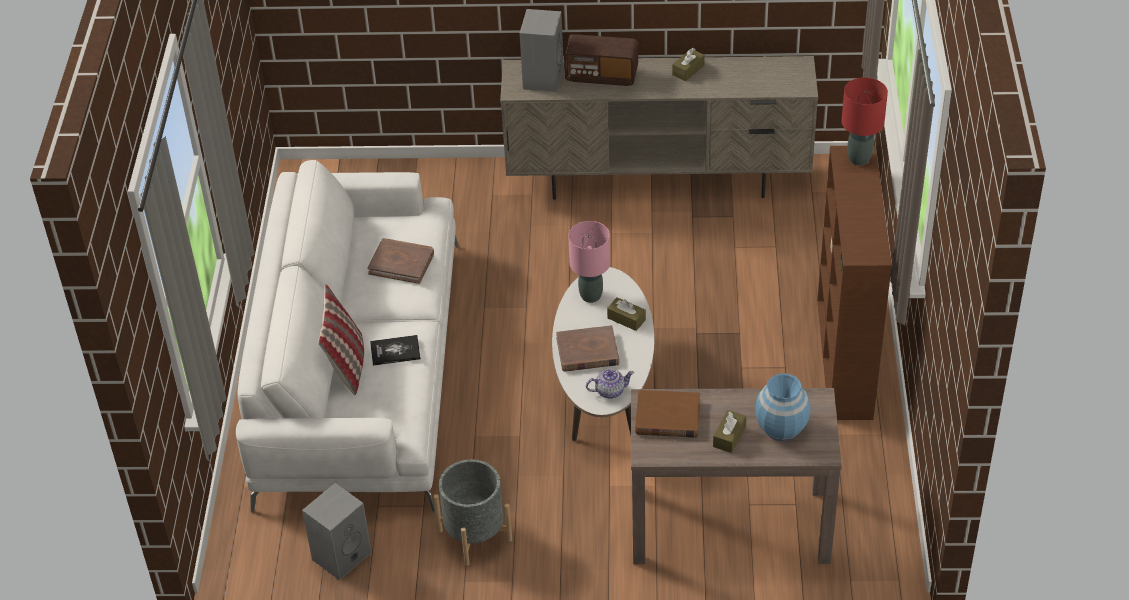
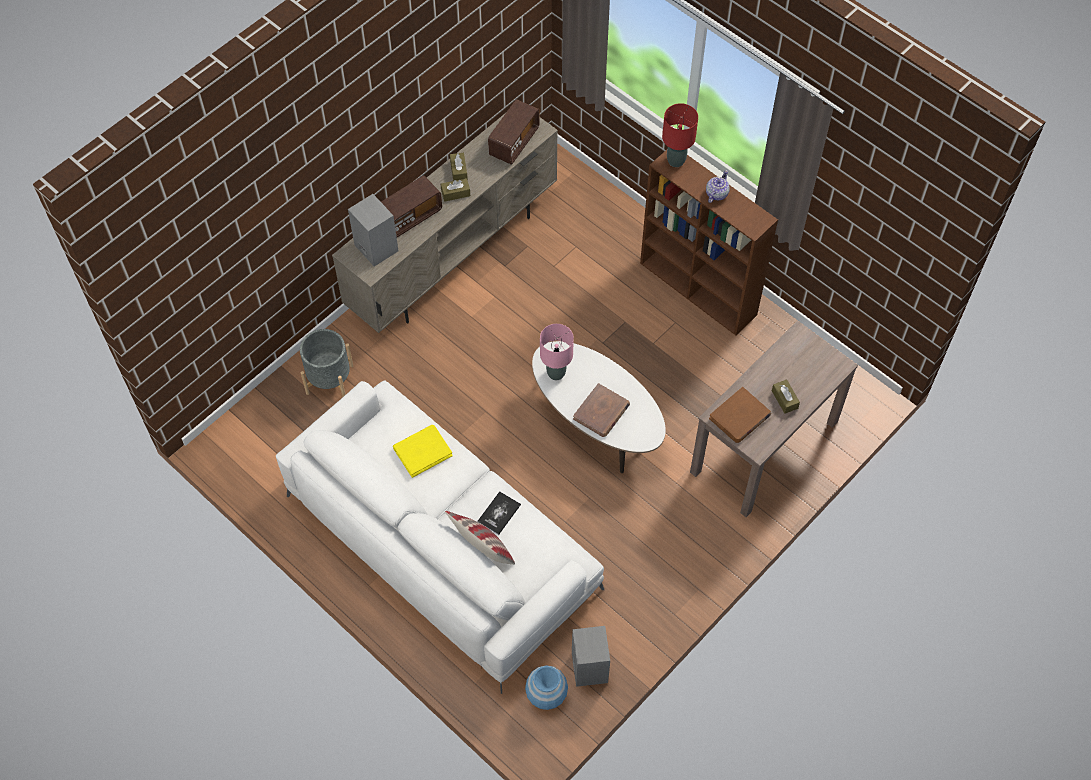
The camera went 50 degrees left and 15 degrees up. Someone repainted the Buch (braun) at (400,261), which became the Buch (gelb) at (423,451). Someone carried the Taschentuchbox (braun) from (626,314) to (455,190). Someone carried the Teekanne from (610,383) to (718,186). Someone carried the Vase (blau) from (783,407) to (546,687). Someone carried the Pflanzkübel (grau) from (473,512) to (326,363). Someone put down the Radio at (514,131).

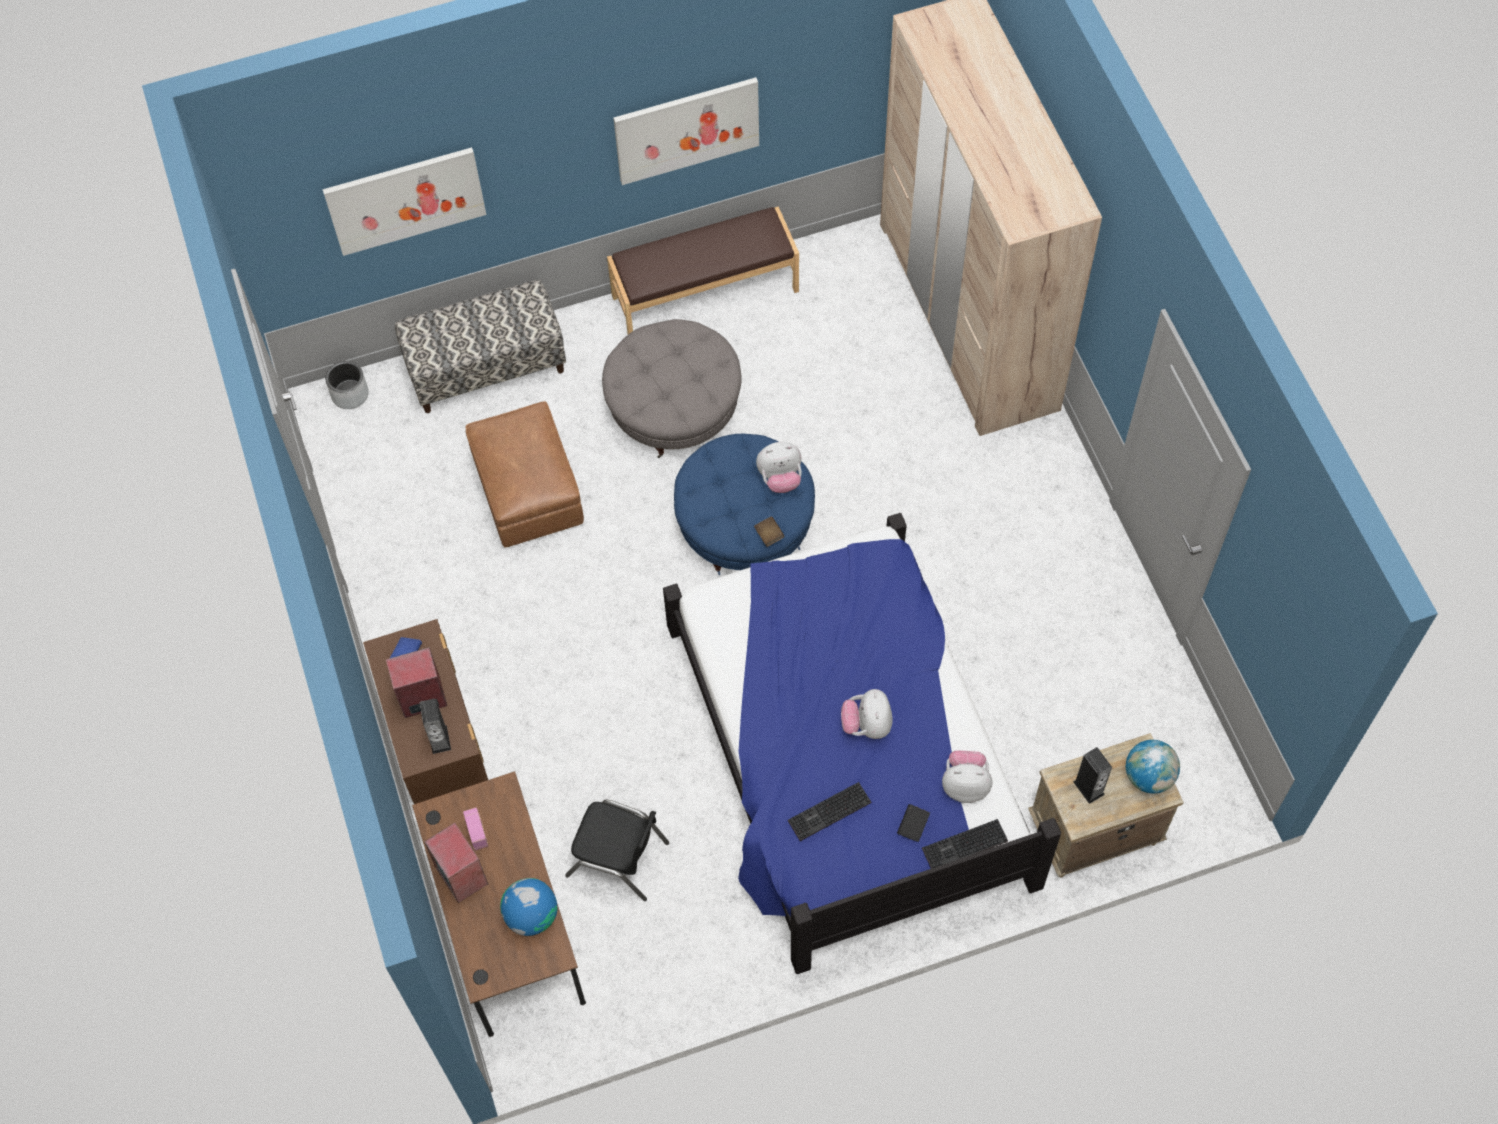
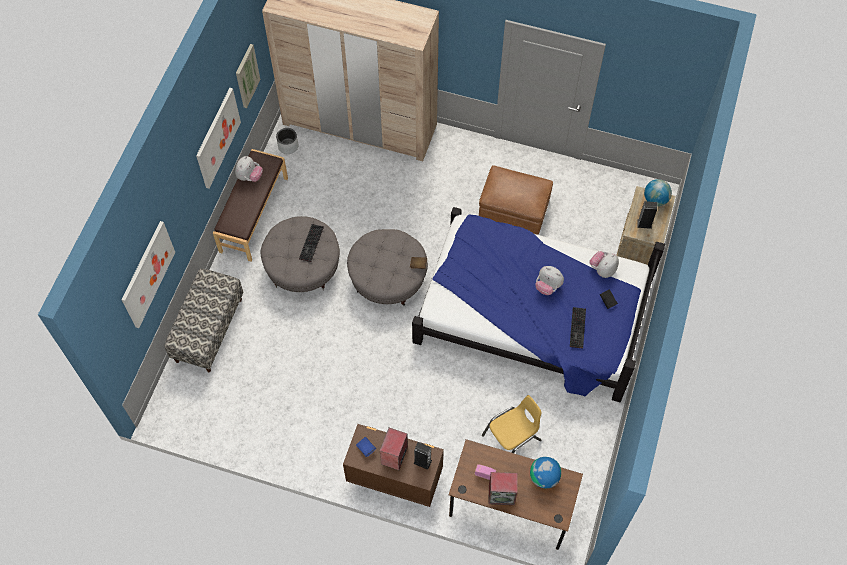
The camera went 55 degrees left and 0 degrees up. Someone carried the Pflanzkübel (grau) from (347,385) to (287,141). Someone carried the Polsterhocker (braun) from (525,474) to (516,199). Someone repainted the Polsterhocker (blau) at (744,504), which became the Polsterhocker (grau) at (387,267). Someone carried the Plüschtier from (779,467) to (249,169). Someone repainted the Stuhl (schwarz) at (617,850), which became the Stuhl (gelb) at (512,424). Someone carried the Tastatur from (965,844) to (311,243). Someone put up the Bild at (248,76).

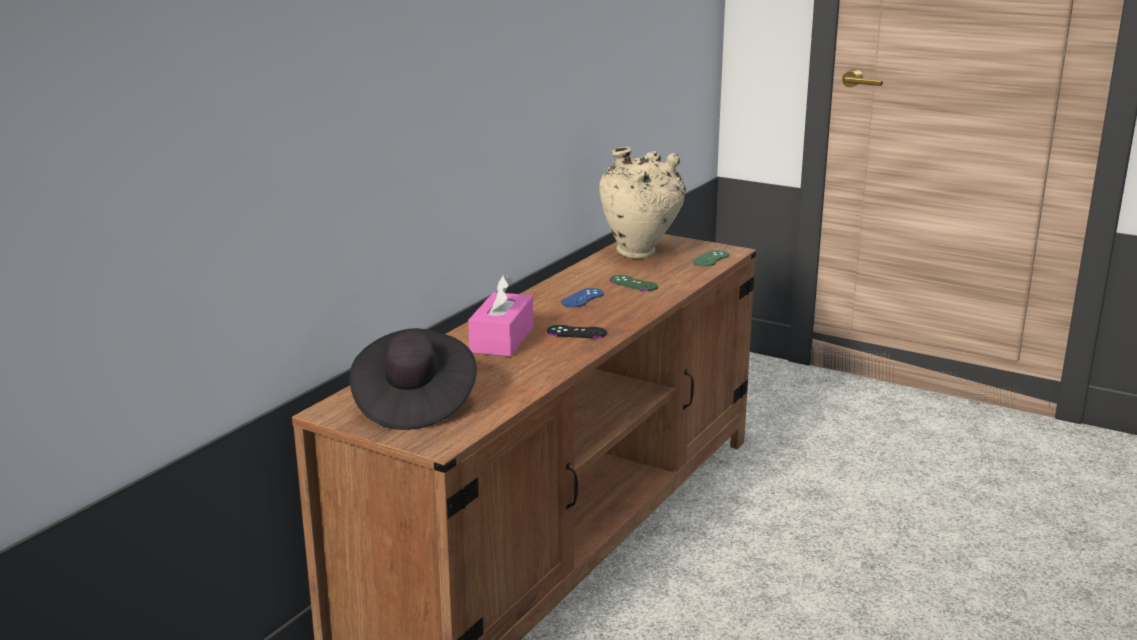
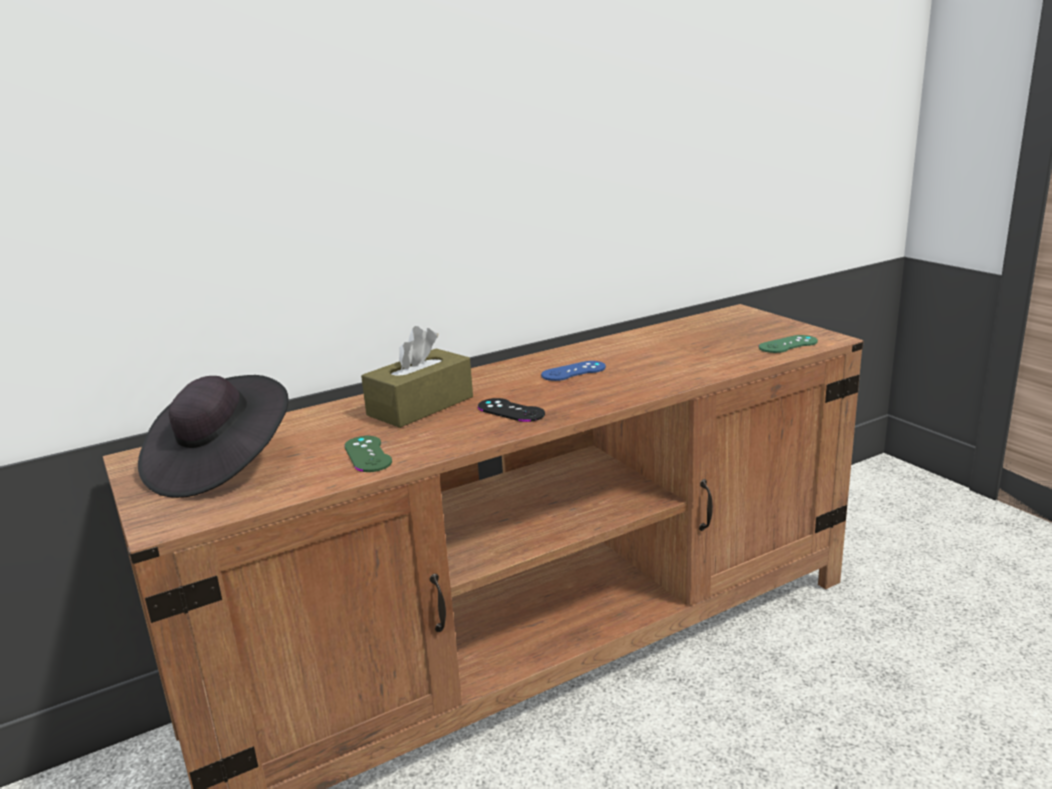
The camera went 30 degrees right and 0 degrees up. Someone took away the Vase (beige) at (642,203). Someone repainted the Taschentuchbox (rosa) at (500,316), which became the Taschentuchbox (braun) at (417,377). Someone carried the Gamepad (grün) from (634,283) to (368,454).

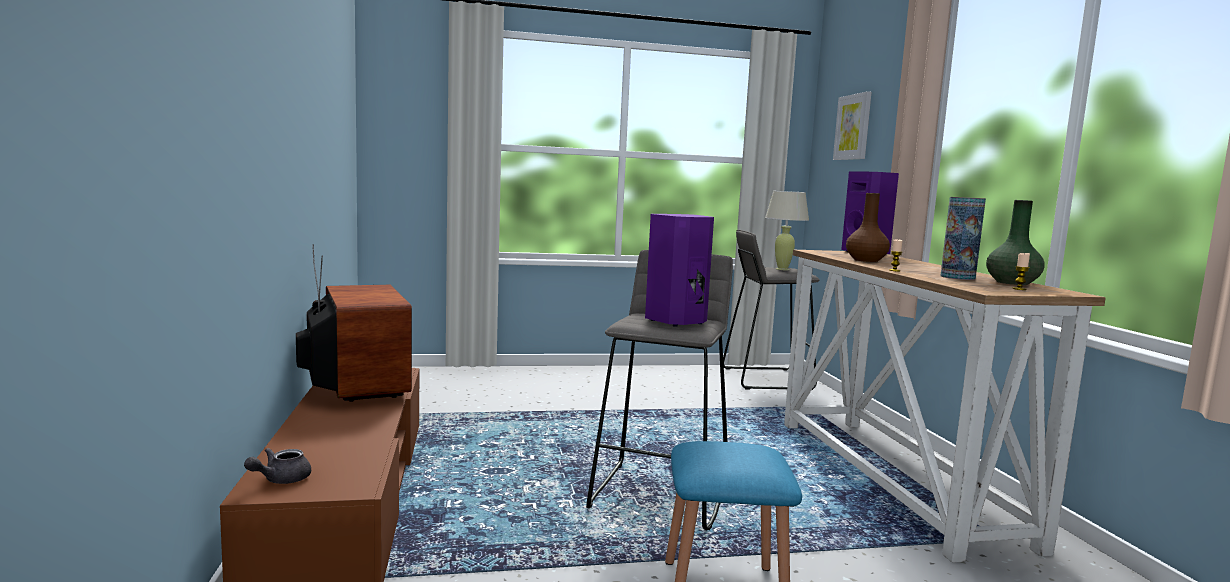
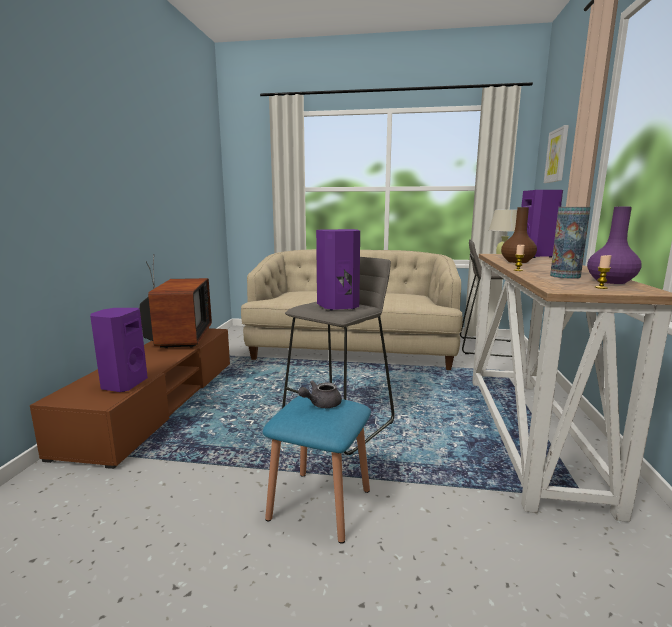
The camera went 20 degrees right and 5 degrees up. Someone repainted the Vase (grün) at (1015,242), which became the Vase (lila) at (614,245). Someone carried the Teekanne (grau) from (277,466) to (320,394). Someone put down the Sofa (beige) at (352,309). Someone put down the Lautsprecher (lila) at (119,350).

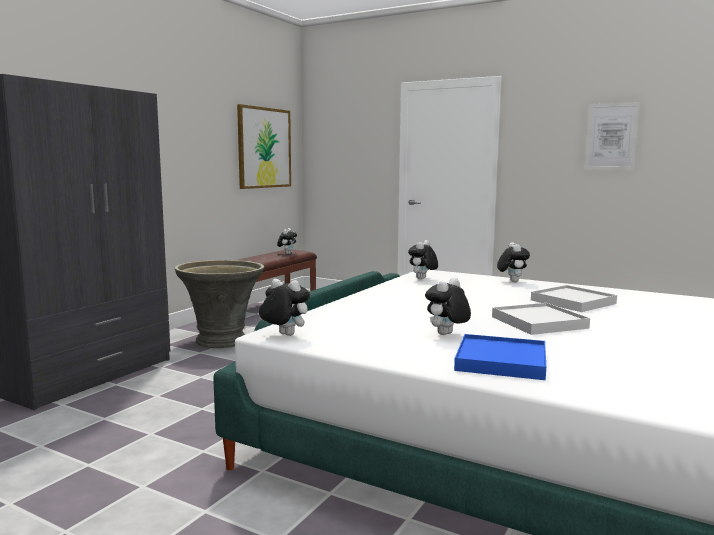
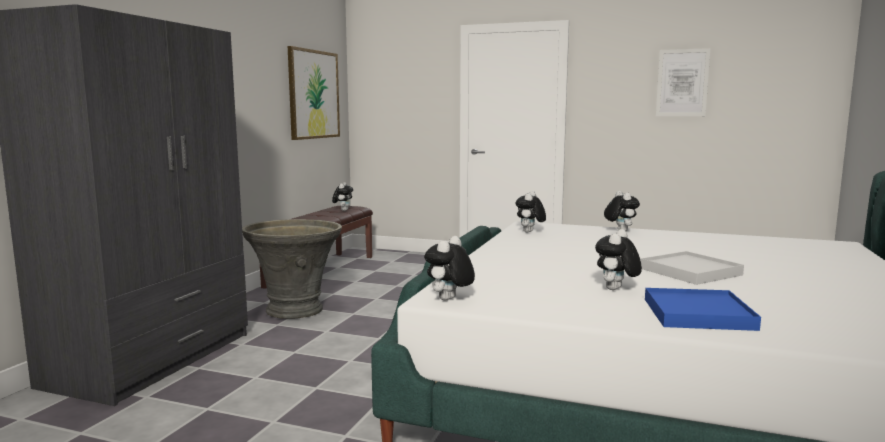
The camera went 10 degrees left and 0 degrees up. Someone rotated the Plüschtier at (284,307) by 75 degrees counterclockwise. Someone took away the Tablett (weiß) at (574,298).

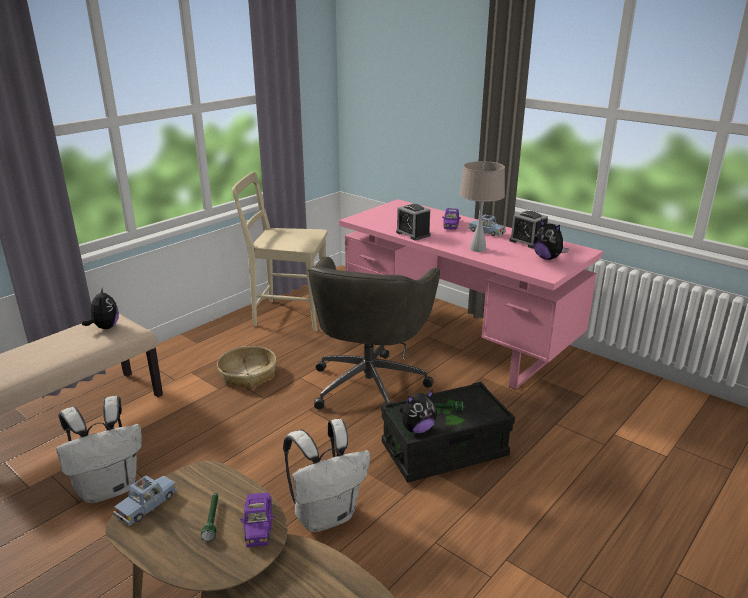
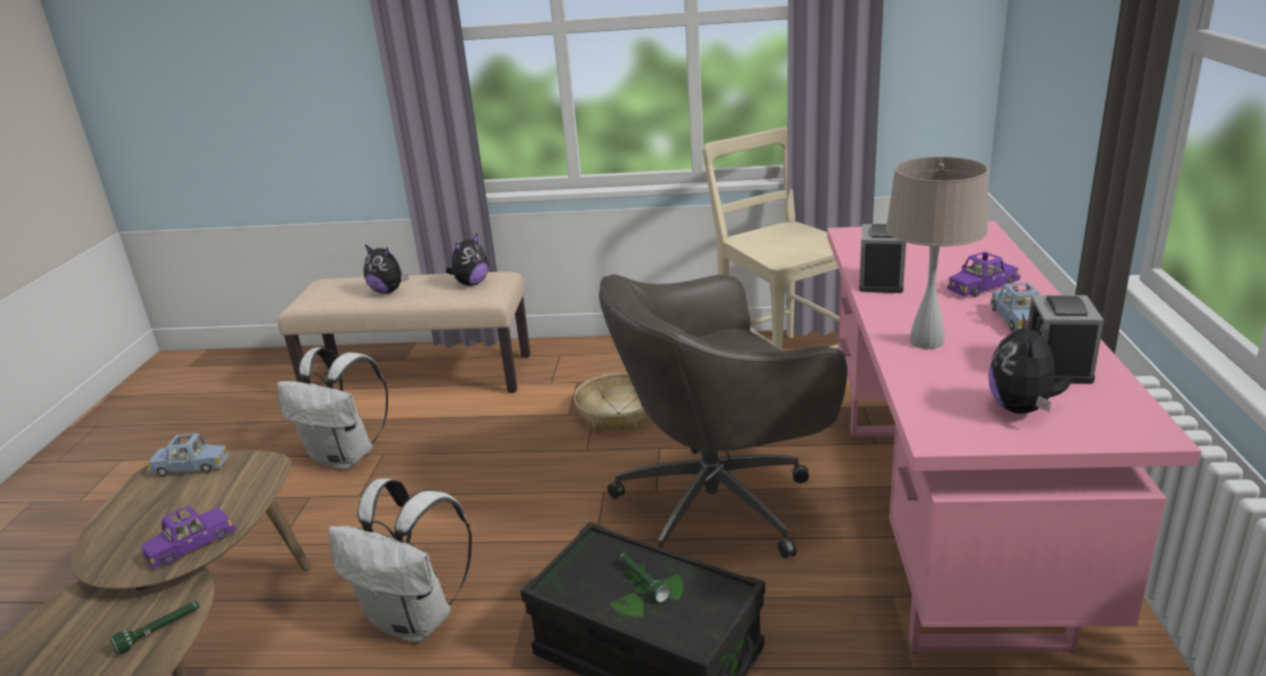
The camera went 55 degrees right and 0 degrees up. Someone carried the Plüschtier from (418,411) to (386,269). Someone carried the Taschenlampe (grün) from (209,517) to (154,628).

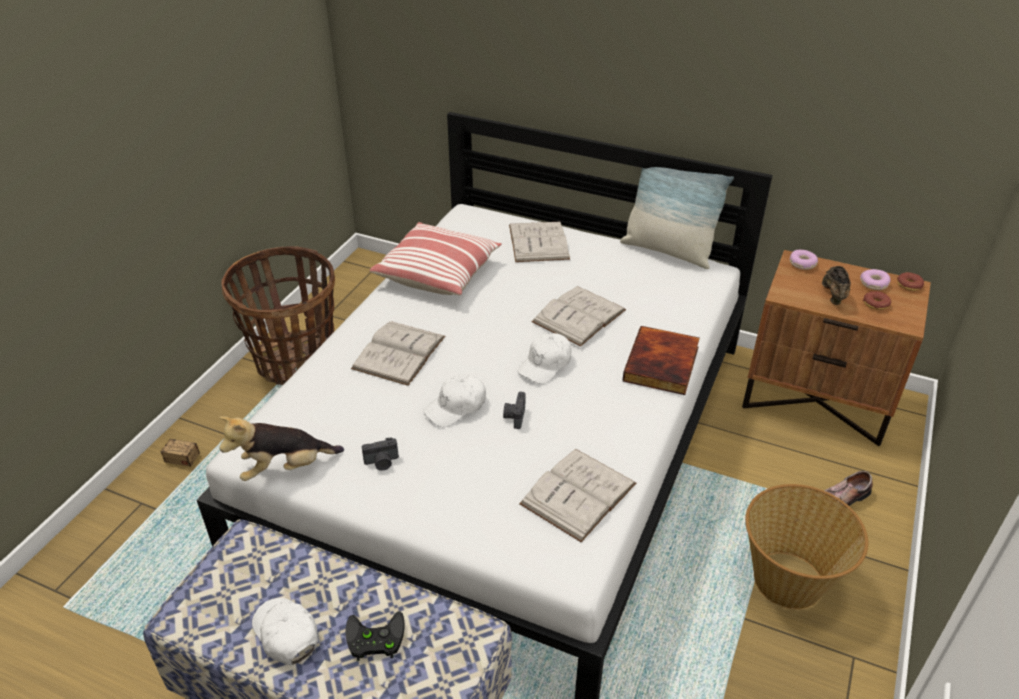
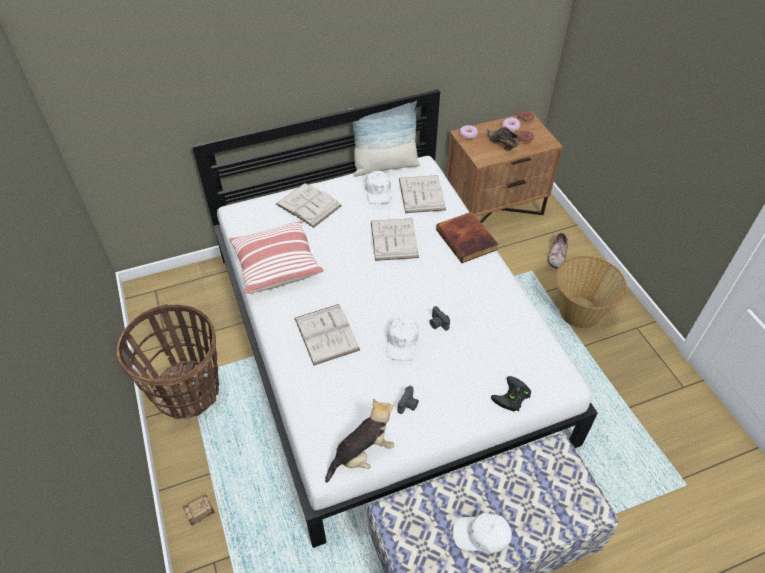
The camera went 45 degrees left and 10 degrees up. Someone carried the Kappe (weiß) from (544,358) to (378,187). Someone rotated the Plüschtier at (281,448) by 150 degrees counterclockwise. Someone carried the Buch (weiß) from (577,495) to (422,194). Someone carried the Gamepad (schwarz) from (375,636) to (511,394).

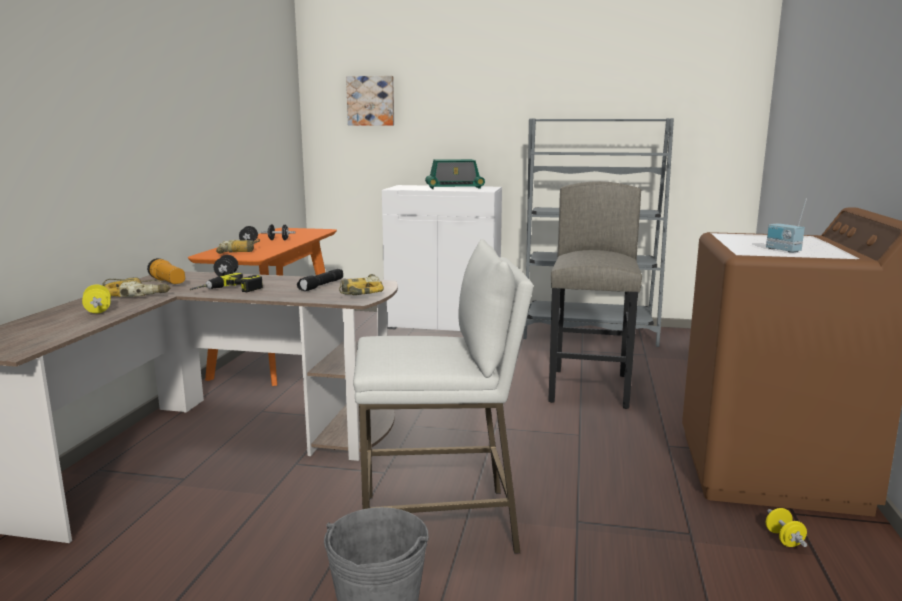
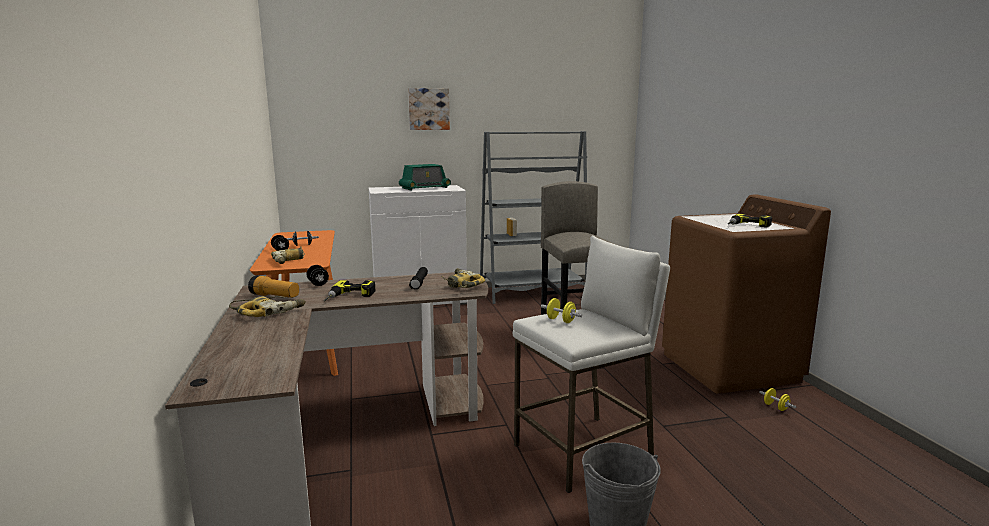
The camera went 25 degrees left and 0 degrees up. Someone carried the Bild from (370,101) to (429,109). Someone swapped the Radio at (786,225) for the Bohrmaschine at (749,221). Someone carried the Hantel (gelb) from (96,299) to (561,310).

